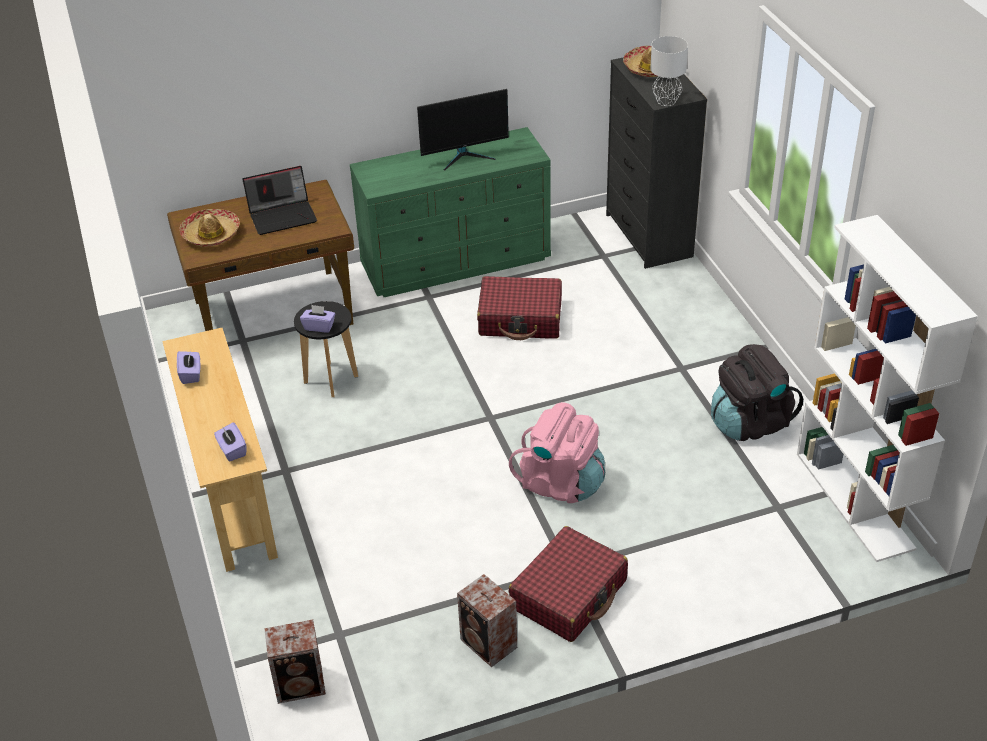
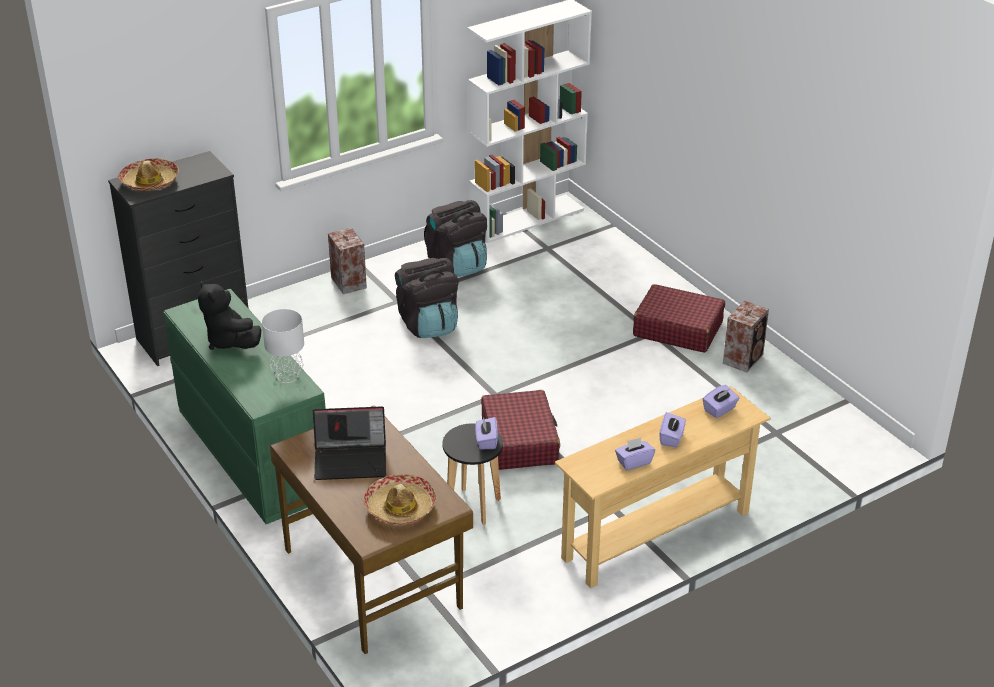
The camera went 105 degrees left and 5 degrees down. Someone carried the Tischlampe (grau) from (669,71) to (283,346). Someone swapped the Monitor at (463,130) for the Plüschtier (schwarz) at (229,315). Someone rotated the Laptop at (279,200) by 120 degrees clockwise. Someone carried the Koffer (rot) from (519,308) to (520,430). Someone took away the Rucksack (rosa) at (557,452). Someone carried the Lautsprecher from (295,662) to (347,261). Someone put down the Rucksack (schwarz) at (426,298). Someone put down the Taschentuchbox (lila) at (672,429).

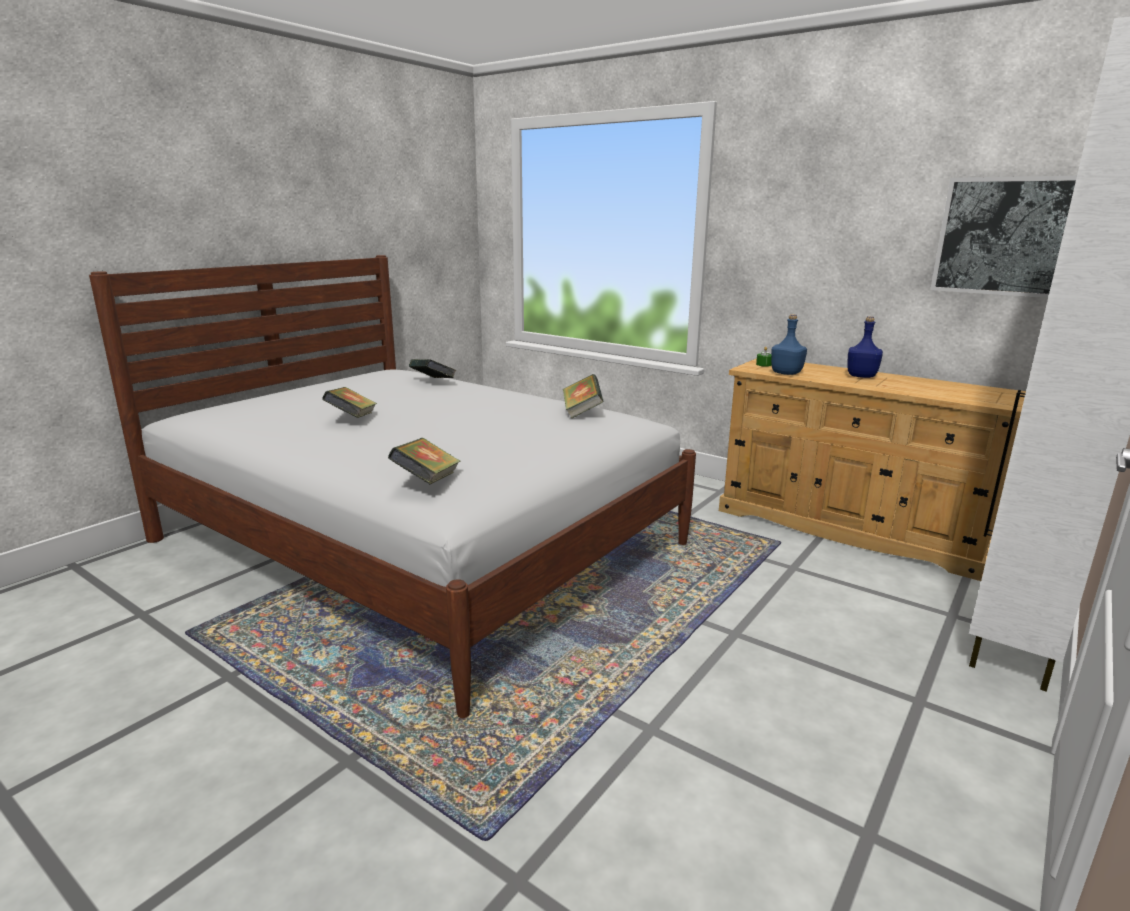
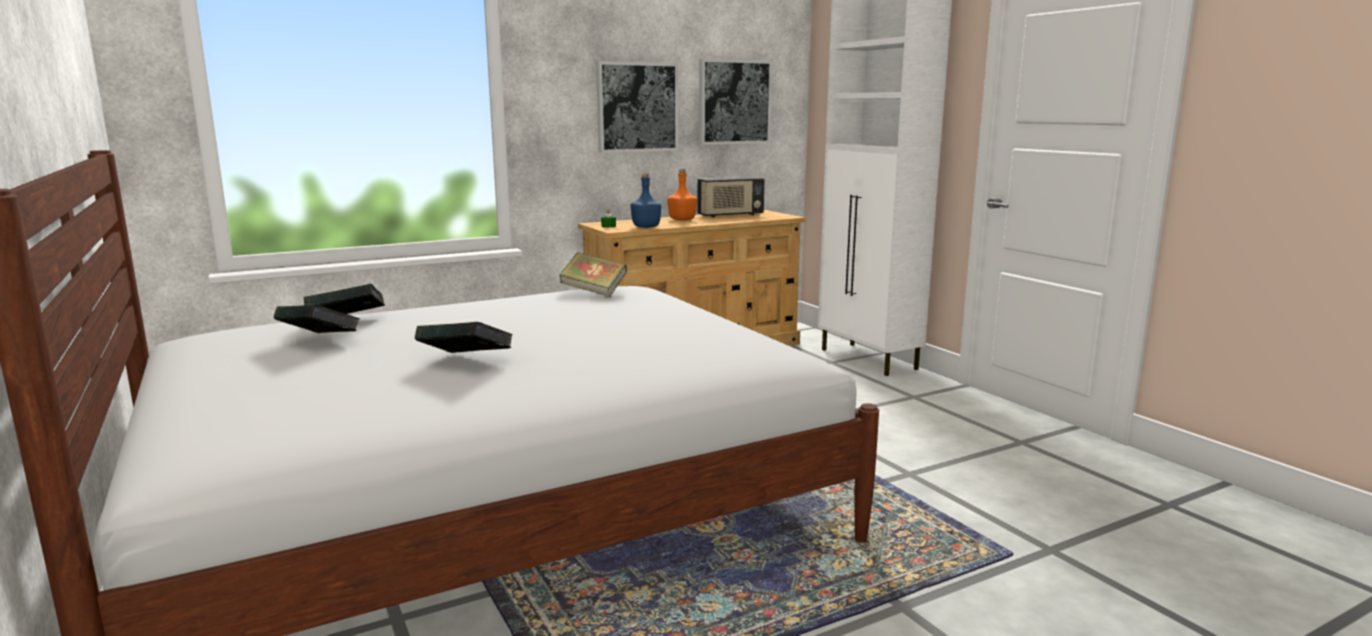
The camera went 65 degrees left and 5 degrees down. Someone repainted the Flasche (blau) at (865,347), which became the Flasche (orange) at (682,194). Someone carried the Buch from (424,461) to (316,319). Someone put up the Bild at (637,107). Someone put down the Radio at (731,197).

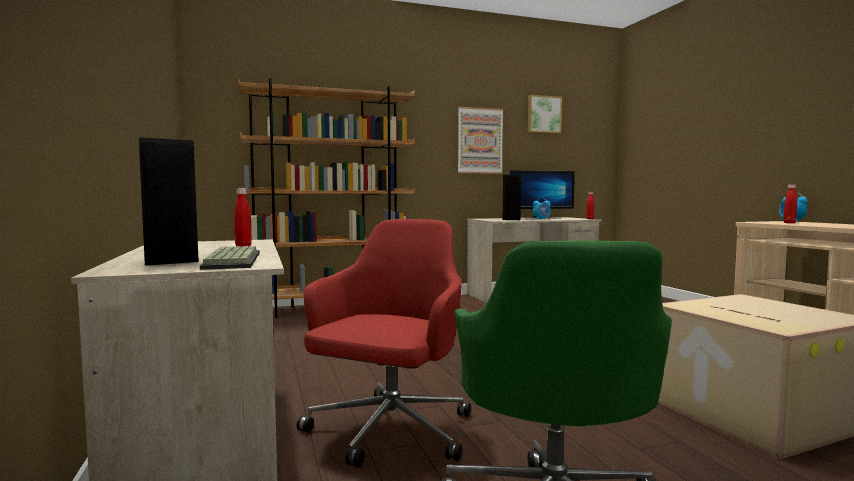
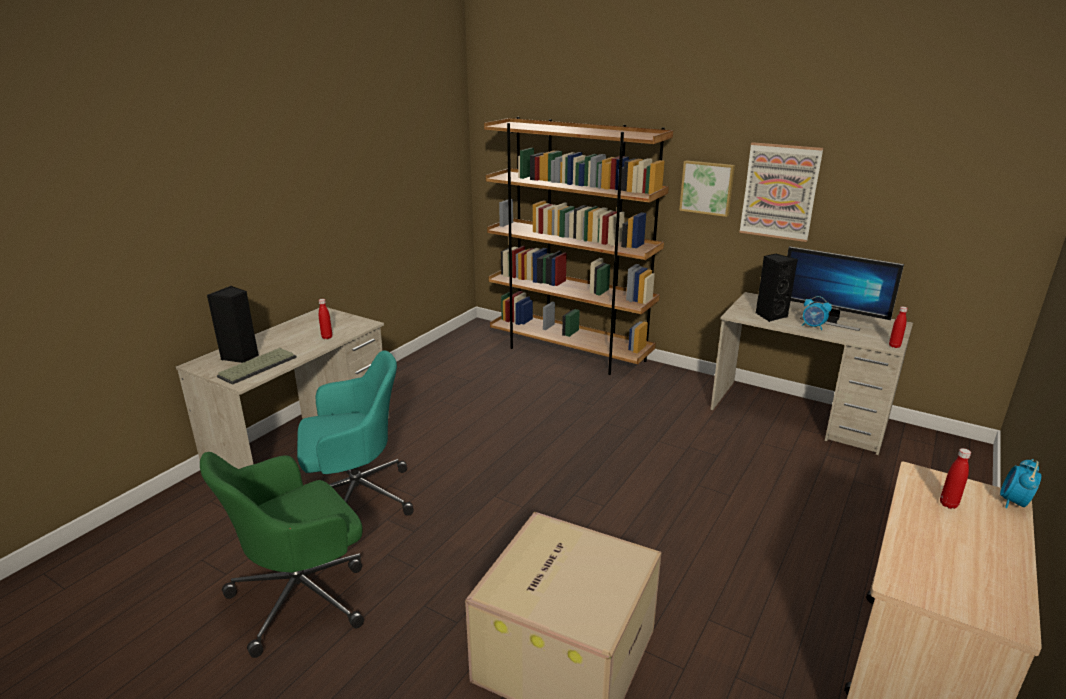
The camera went 50 degrees right and 20 degrees up. Someone carried the Bild from (545,114) to (707,188). Someone repainted the Bürostuhl (rot) at (383,343), which became the Bürostuhl (türkis) at (355,433).

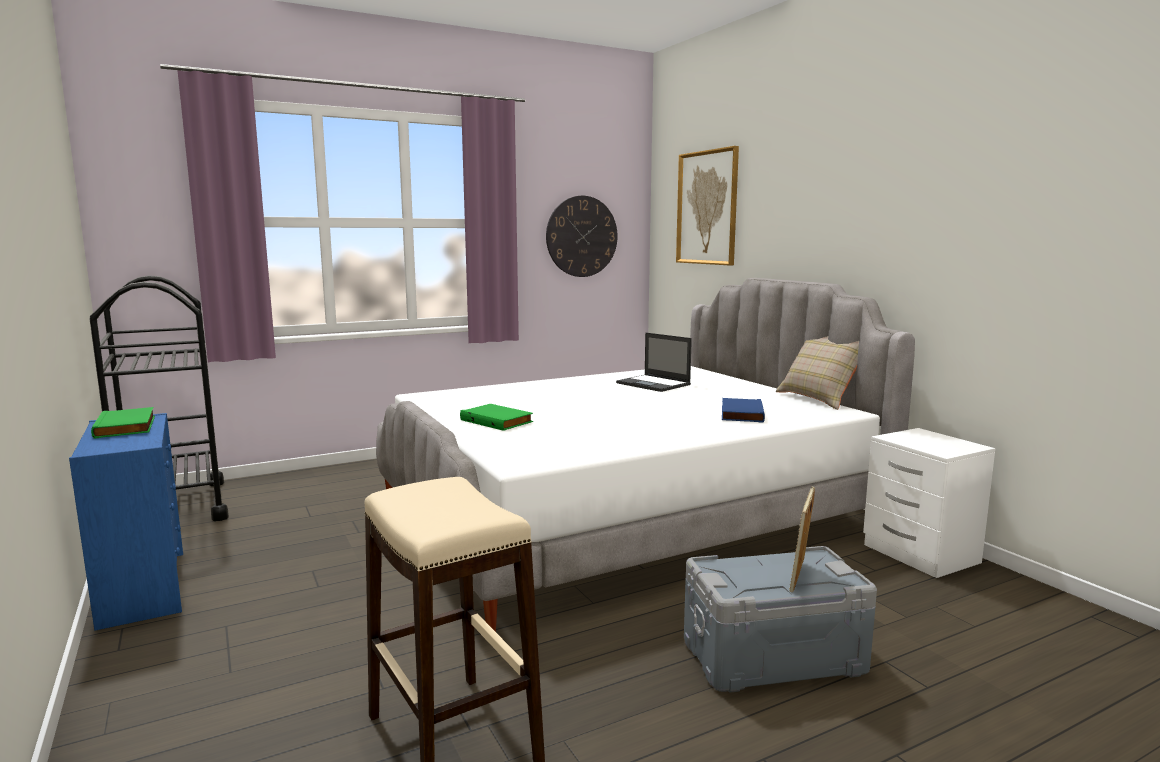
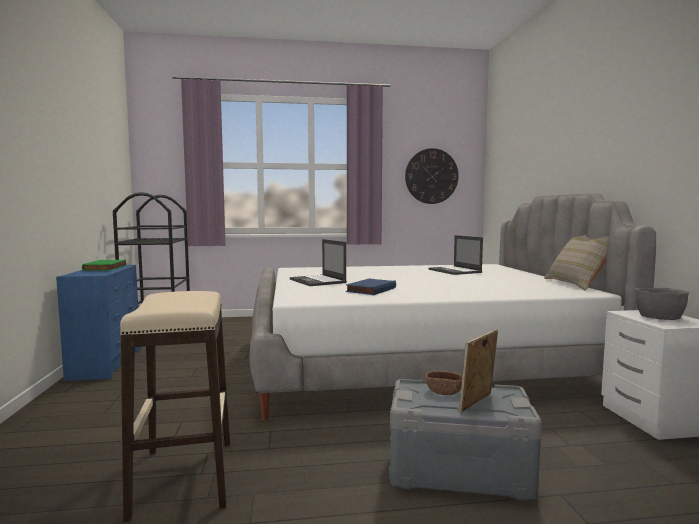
The camera went 20 degrees right and 5 degrees down. Someone took away the Bild at (707,205). Someone carried the Buch (blau) from (743,410) to (371,287). Someone swapped the Buch (grün) at (496,417) for the Laptop at (318,262). Someone put down the Schüssel (grau) at (662,304). Someone put down the Schüssel (braun) at (444,383).

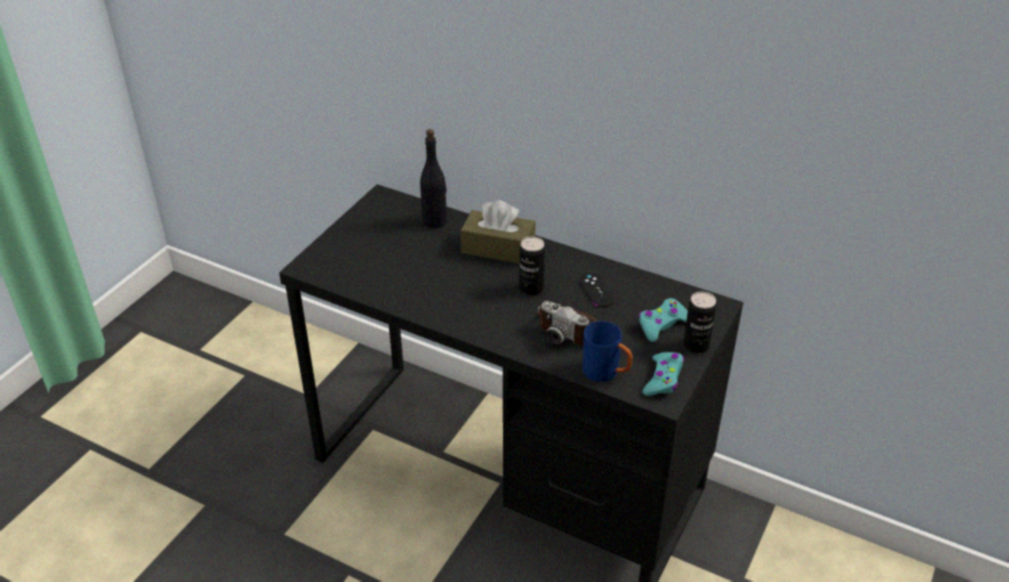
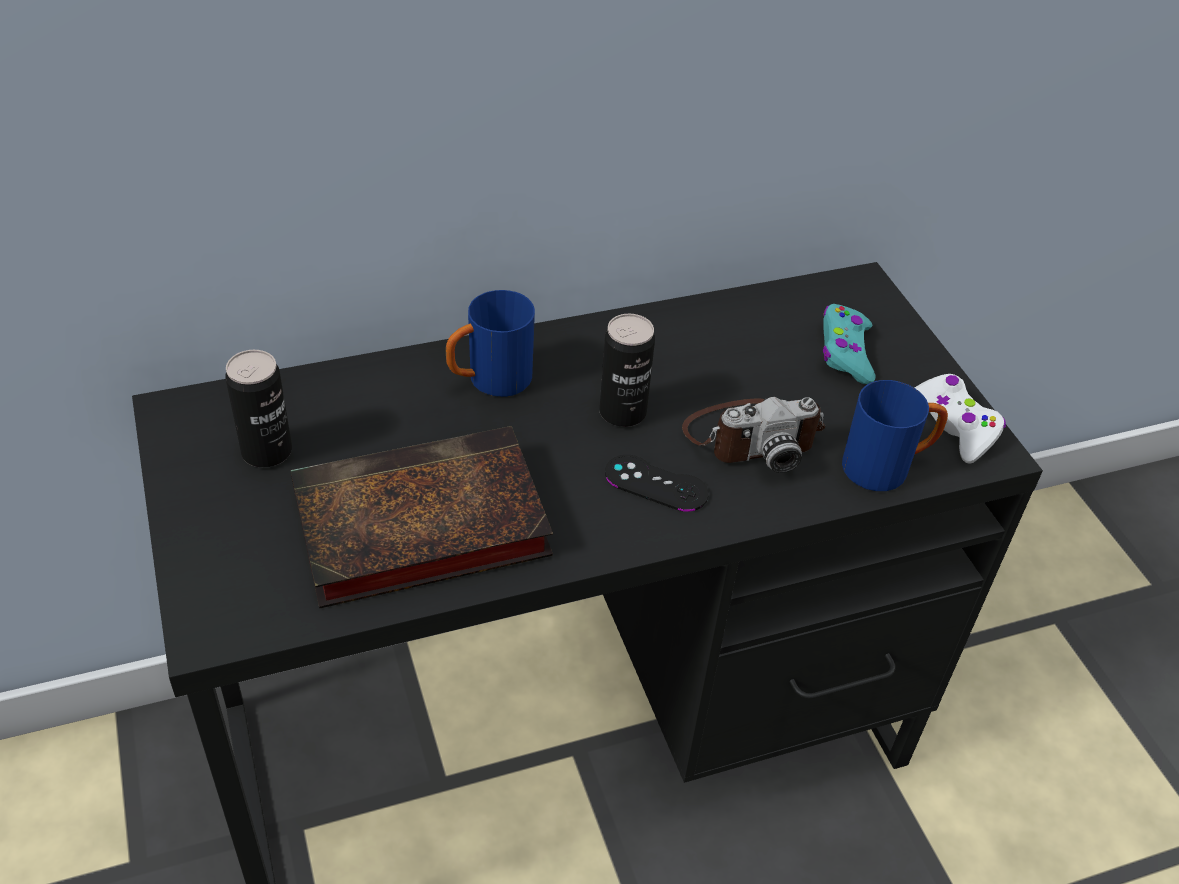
The camera went 50 degrees left and 5 degrees up. Someone took away the Flasche (schwarz) at (433,178). Someone swapped the Taschentuchbox (braun) at (498,231) for the Henkelbecher (blau) at (490,343). Someone carried the Gamepad (schwarz) from (596,290) to (657,483). Someone carried the Dose from (700,322) to (258,409). Someone repainted the Gamepad (türkis) at (663,374), which became the Gamepad (weiß) at (960,419). Someone put down the Buch at (422,517).

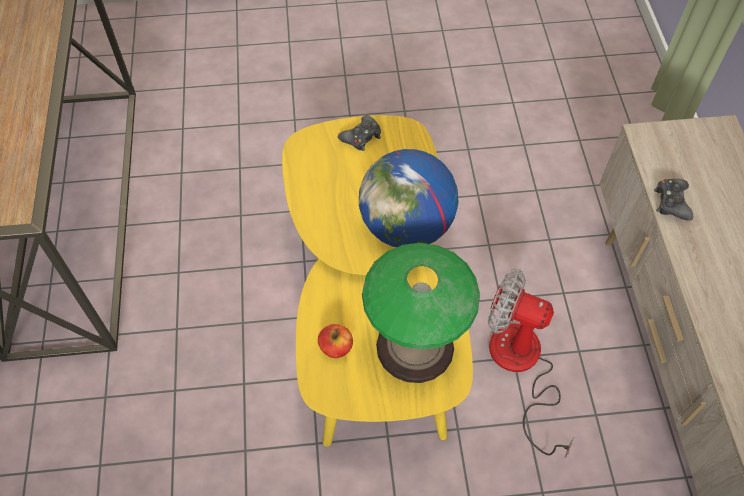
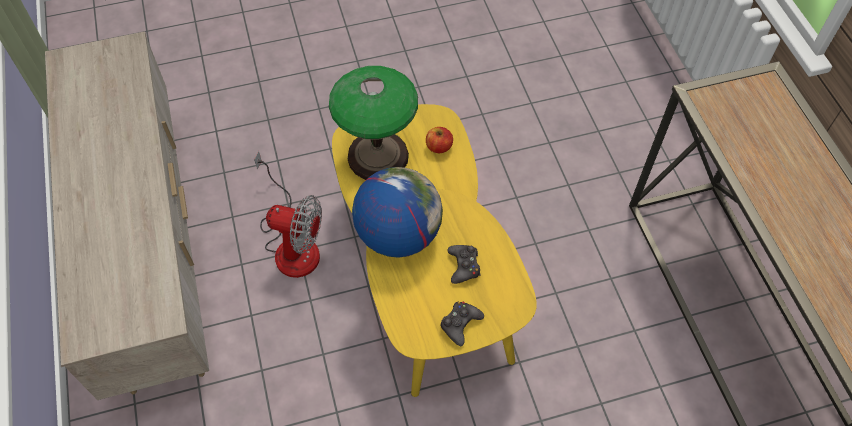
The camera went 170 degrees right and 0 degrees up. Someone carried the Gamepad (schwarz) from (673,200) to (464,264).

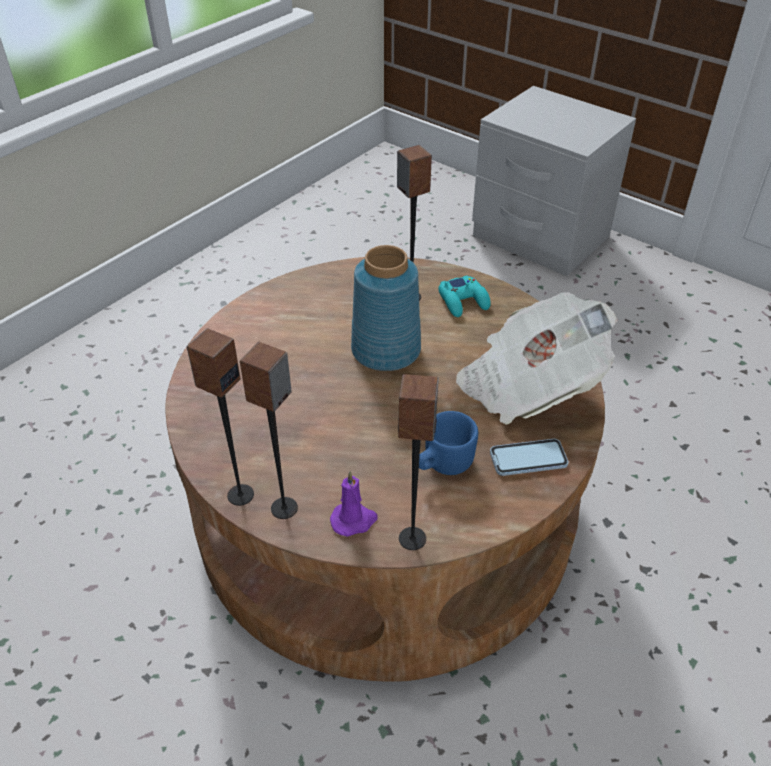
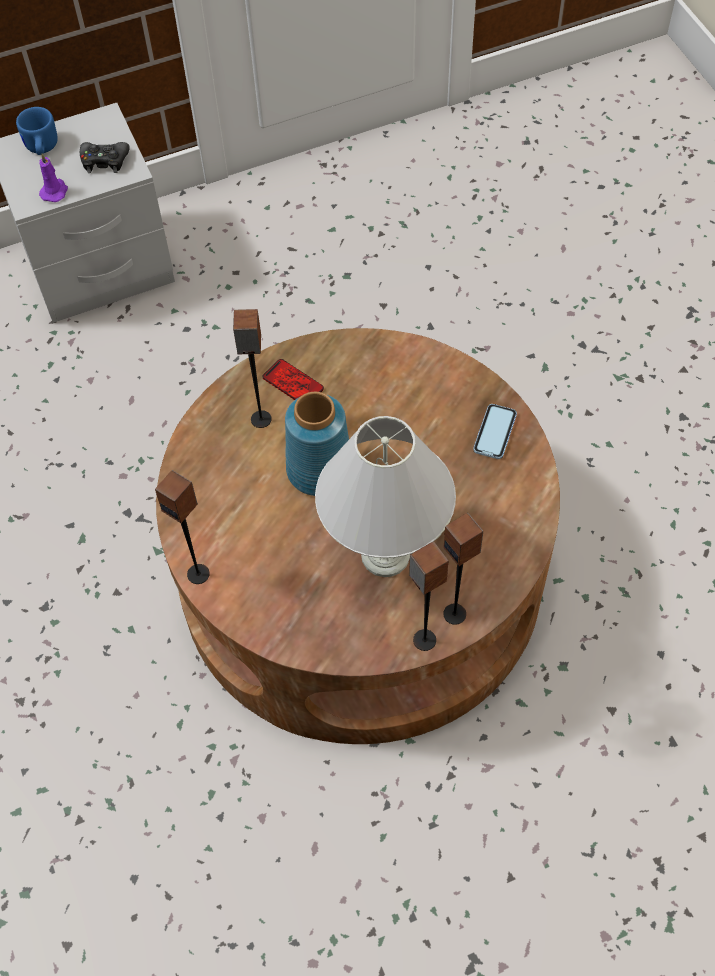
The camera went 60 degrees left and 15 degrees up. Someone swapped the Gamepad (türkis) at (464,296) for the Handy at (293,379). Someone took away the Zeitung at (536,358). Someone carried the Lautsprecher from (418,462) to (182,527). Someone carried the Henkelbecher (blau) from (448,443) to (37,131). Someone carried the Kerze (lila) from (354,504) to (53,177). Someone put down the Gamepad (schwarz) at (105,157). Someone put down the Tischlampe (weiß) at (385,496).

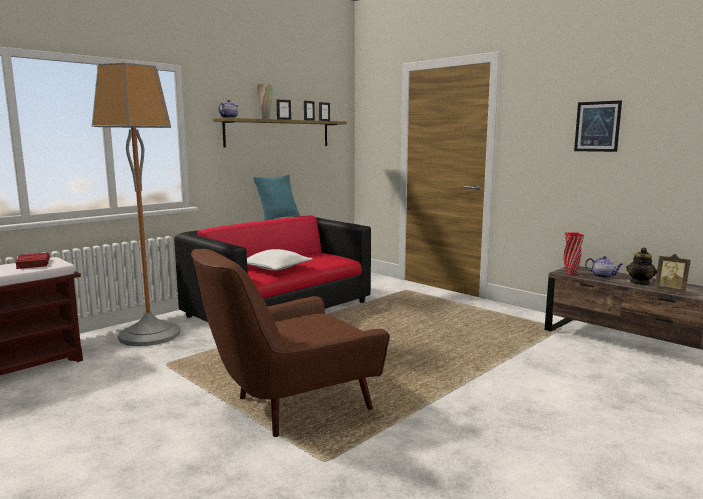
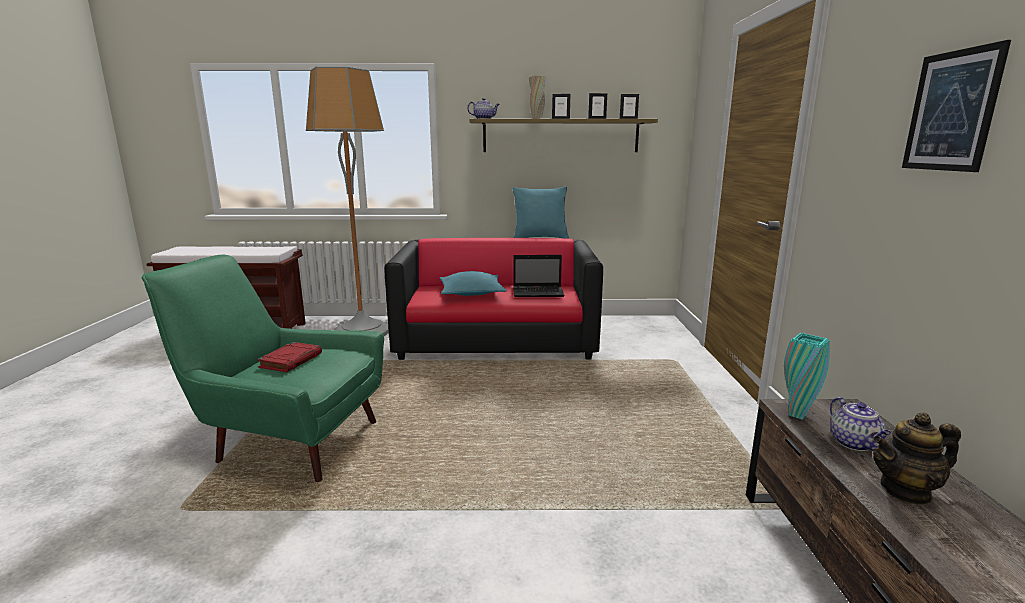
The camera went 45 degrees right and 5 degrees up. Someone repainted the Vase (rot) at (574,254), which became the Vase (türkis) at (807,376). Someone repainted the Sessel (braun) at (290,343), which became the Sessel (grün) at (263,368). Someone repainted the Kissen (weiß) at (280,259), which became the Kissen (türkis) at (473,283). Someone carried the Buch (rot) from (32,261) to (289,357). Someone took away the Bilderrahmen at (672,273). Someone put down the Laptop at (539,276).

